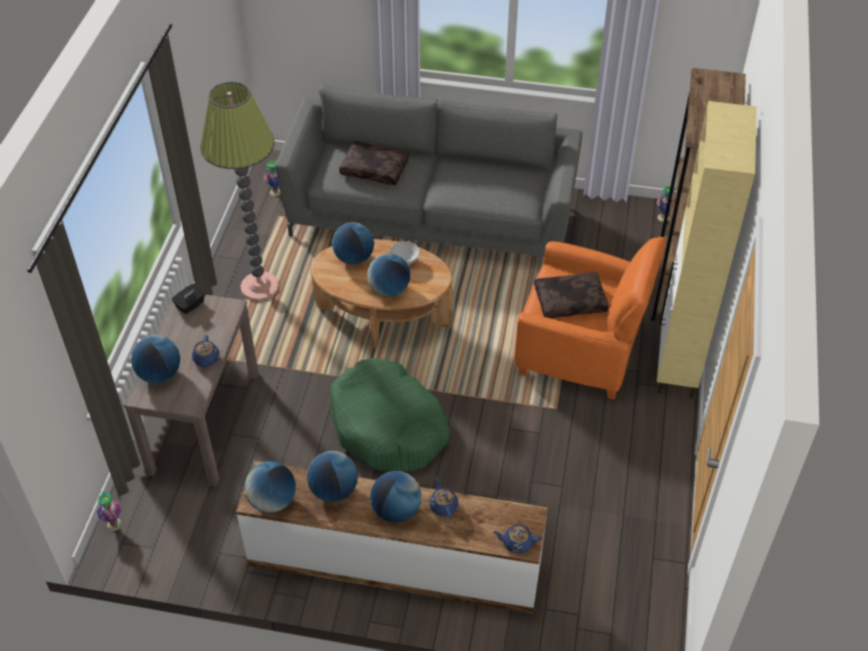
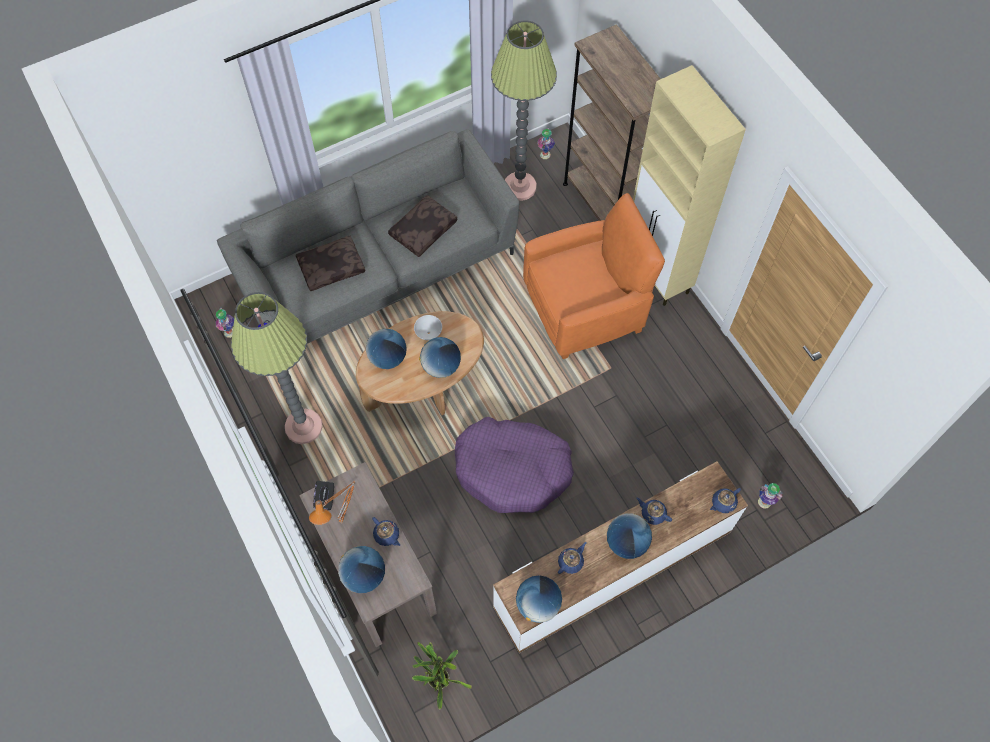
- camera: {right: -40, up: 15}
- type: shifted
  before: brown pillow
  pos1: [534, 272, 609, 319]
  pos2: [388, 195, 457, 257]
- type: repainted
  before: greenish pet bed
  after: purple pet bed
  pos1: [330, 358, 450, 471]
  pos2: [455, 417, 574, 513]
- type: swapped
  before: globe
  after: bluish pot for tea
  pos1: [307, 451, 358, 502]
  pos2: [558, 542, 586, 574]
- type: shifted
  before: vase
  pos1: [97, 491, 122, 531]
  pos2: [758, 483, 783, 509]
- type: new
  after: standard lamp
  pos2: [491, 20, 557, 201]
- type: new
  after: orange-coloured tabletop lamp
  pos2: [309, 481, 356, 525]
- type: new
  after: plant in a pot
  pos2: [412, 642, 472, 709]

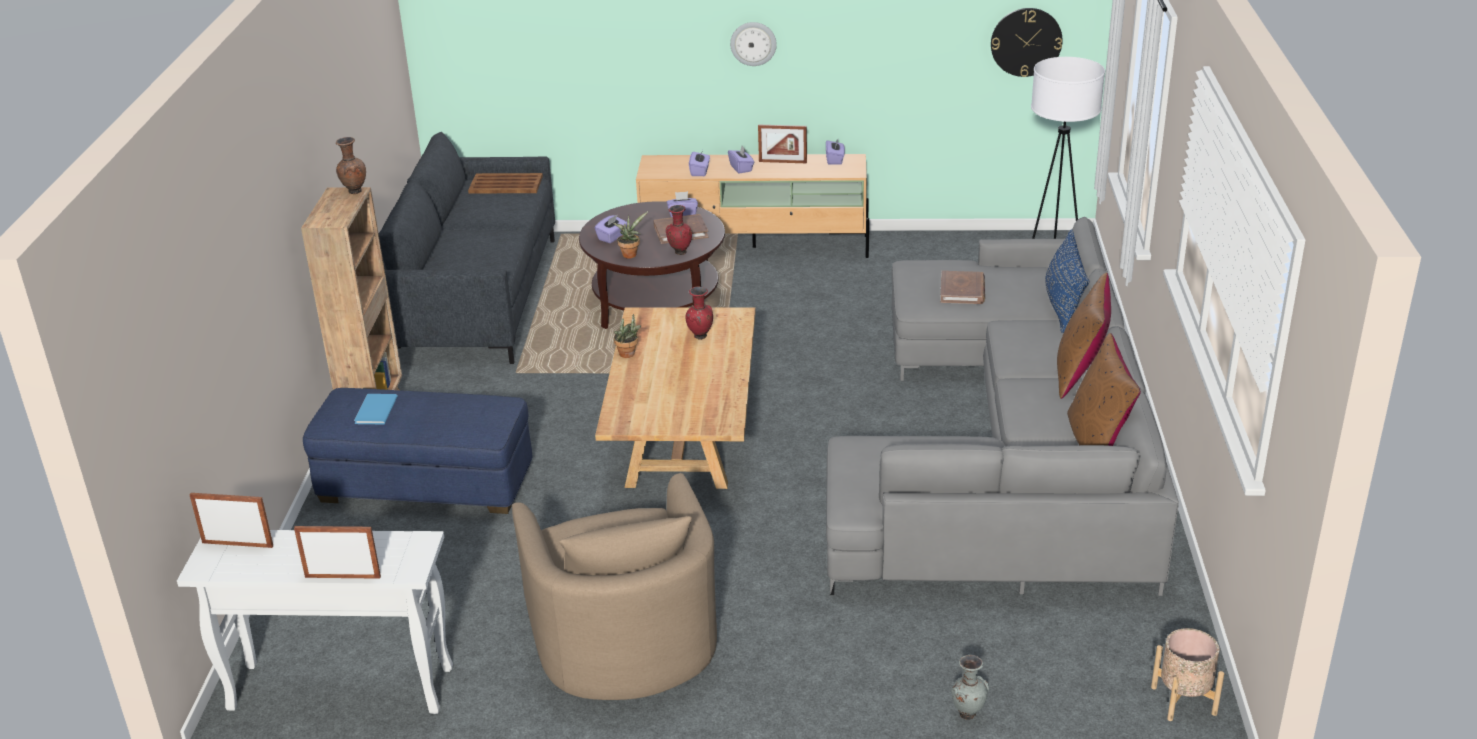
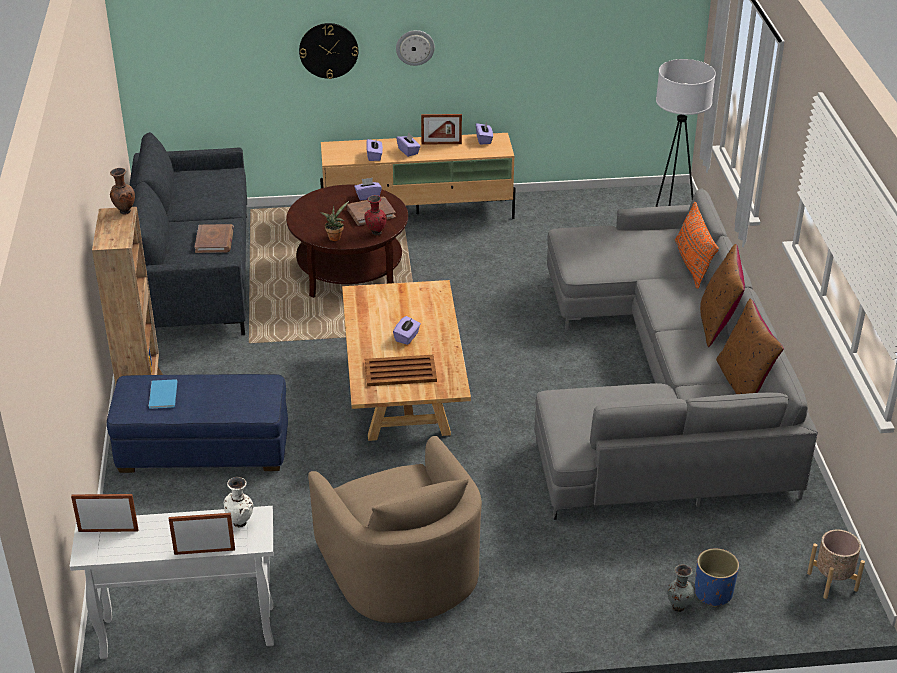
- camera: {right: -10, up: 5}
- type: shifted
  before: wall clock
  pos1: [991, 8, 1063, 77]
  pos2: [299, 23, 358, 79]
- type: shifted
  before: brown carrying tray
  pos1: [468, 173, 543, 194]
  pos2: [365, 355, 437, 386]
- type: shifted
  before: purple tissue box
  pos1: [595, 214, 627, 243]
  pos2: [393, 316, 421, 345]
- type: repainted
  before: bluish pillow
  after: orange-coloured pillow
  pos1: [1045, 229, 1089, 333]
  pos2: [675, 202, 719, 289]
- type: shifted
  before: brown bound book
  pos1: [940, 271, 985, 304]
  pos2: [195, 224, 234, 253]
- type: gone
  before: red vase
  pos1: [685, 286, 713, 340]
- type: gone
  before: plant in a pot
  pos1: [614, 314, 641, 358]
- type: new
  after: white vase
  pos2: [224, 477, 254, 528]
- type: new
  after: bluish plant pot
  pos2: [695, 548, 739, 607]

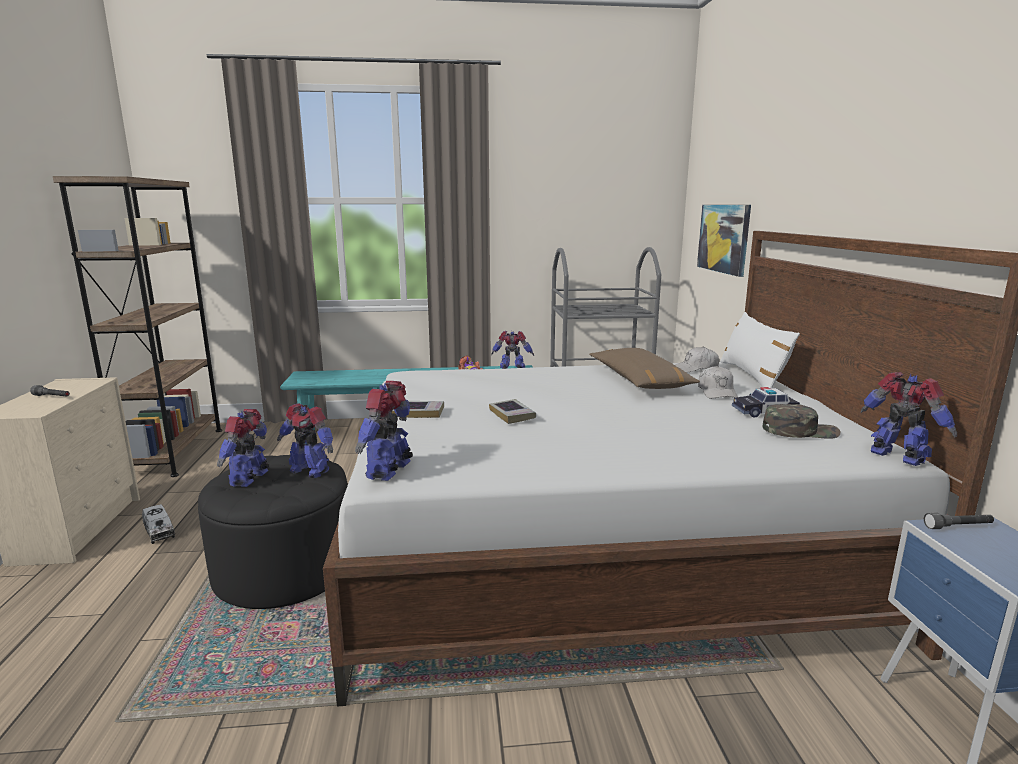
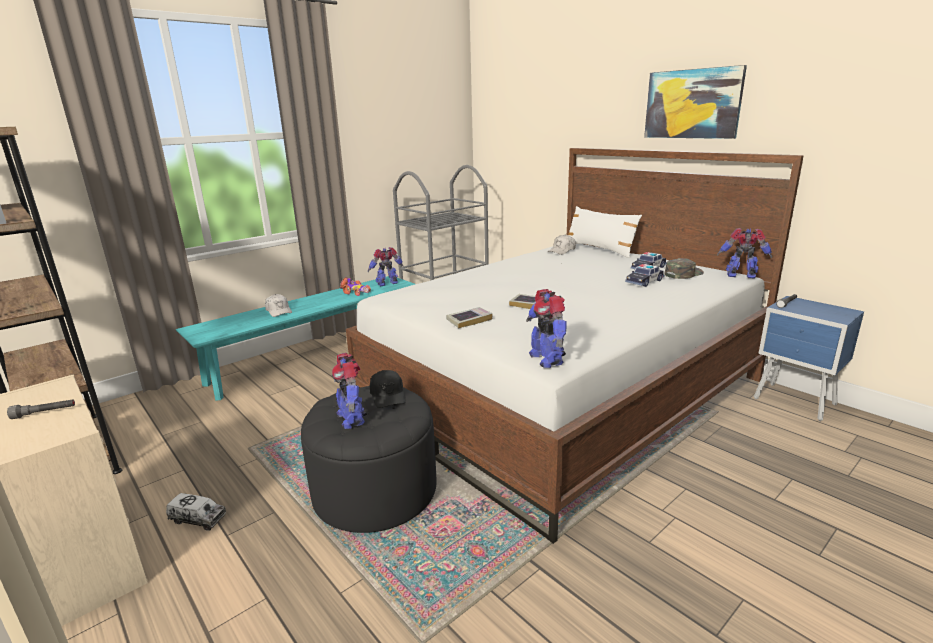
- camera: {right: -35, up: 5}
- type: shifted
  before: wall picture
  pos1: [697, 205, 751, 277]
  pos2: [644, 65, 747, 139]
- type: gone
  before: brown pillow
  pos1: [589, 348, 700, 389]
- type: shifted
  before: white baseball cap
  pos1: [698, 366, 738, 399]
  pos2: [265, 294, 292, 317]
- type: swapped
  before: model robot
  after: black-coloured baseball cap
  pos1: [277, 403, 333, 478]
  pos2: [370, 370, 406, 408]
- type: new
  after: miniature car
  pos2: [625, 264, 664, 287]

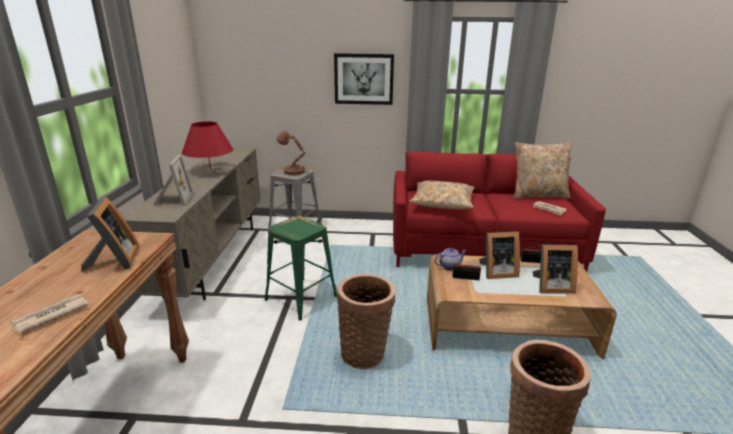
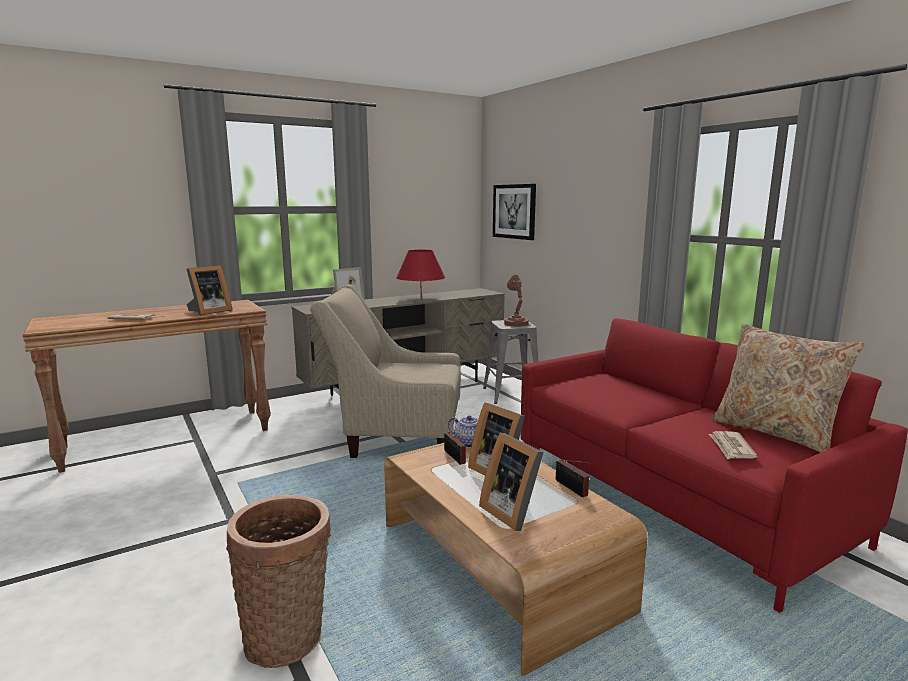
- camera: {right: 55, up: -10}
- type: shifted
  before: wall picture
  pos1: [334, 53, 394, 105]
  pos2: [493, 184, 536, 240]
- type: gone
  before: sand-coloured pillow
  pos1: [409, 181, 475, 209]
- type: swapped
  before: greenish stool seat
  after: sand-coloured lounge chair
  pos1: [265, 216, 337, 320]
  pos2: [310, 284, 461, 458]
- type: gone
  before: basket
  pos1: [337, 274, 396, 369]

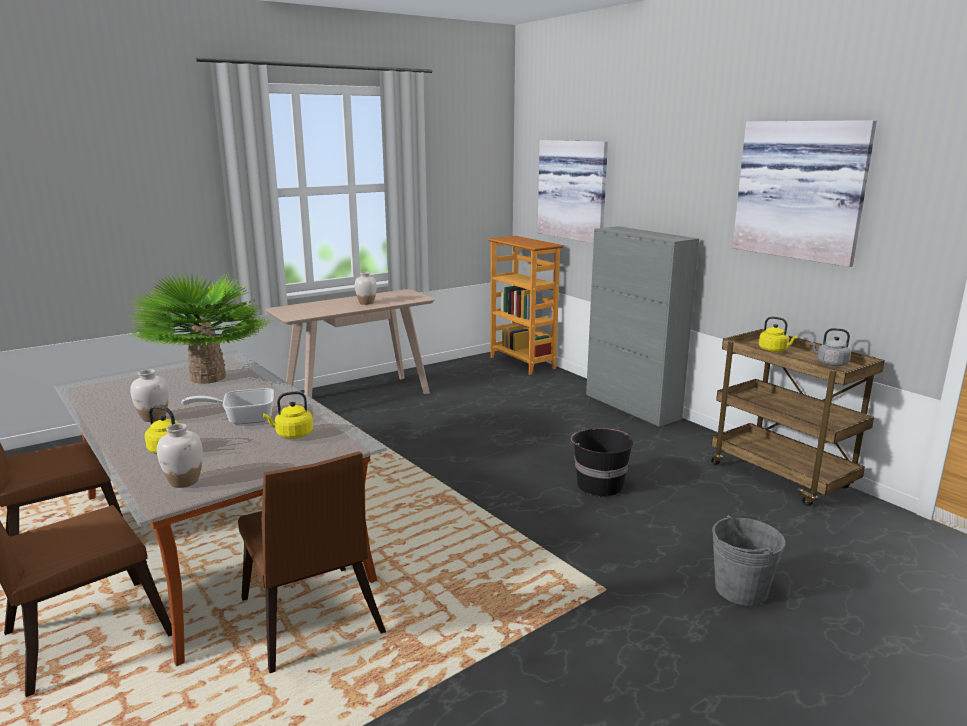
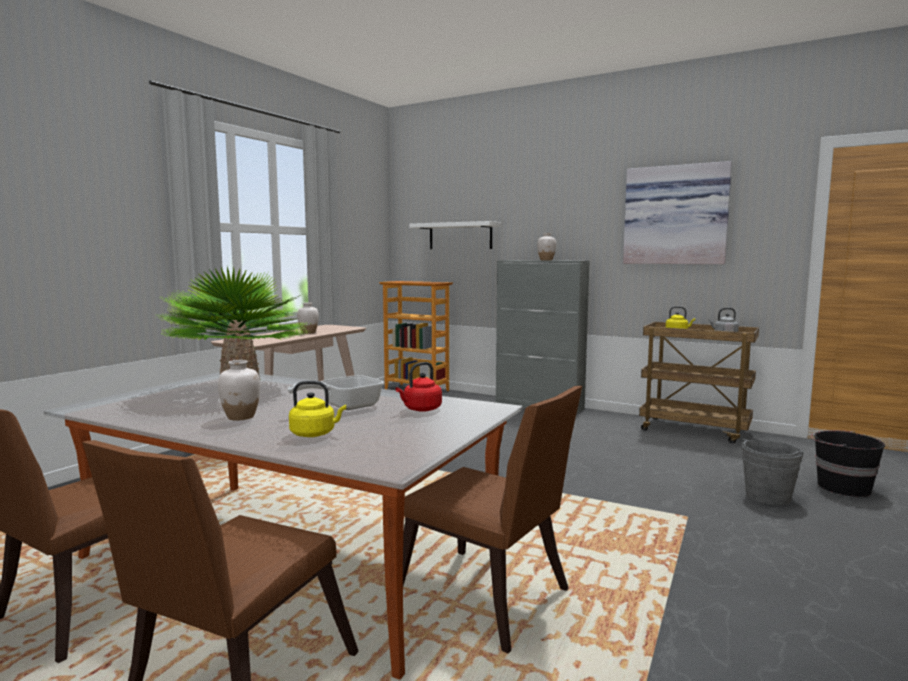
- camera: {right: -25, up: -10}
- type: swapped
  before: wall picture
  after: white wall shelf
  pos1: [537, 140, 608, 244]
  pos2: [409, 221, 501, 249]
- type: repainted
  before: yellow-coloured water kettle
  after: red water kettle
  pos1: [263, 391, 313, 439]
  pos2: [396, 362, 442, 412]
- type: shifted
  before: white vase
  pos1: [157, 423, 203, 488]
  pos2: [537, 233, 556, 260]
- type: shifted
  before: black-coloured water bucket
  pos1: [571, 428, 633, 497]
  pos2: [811, 430, 885, 497]

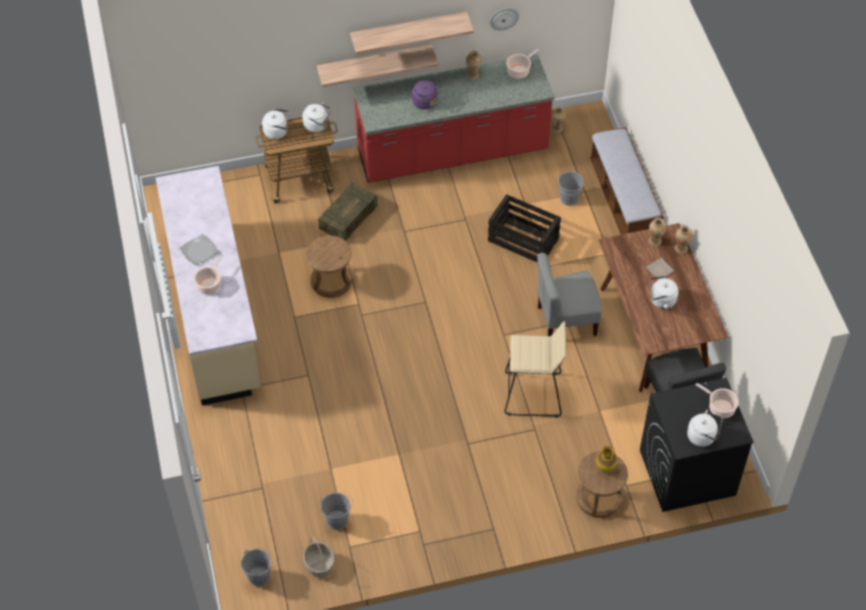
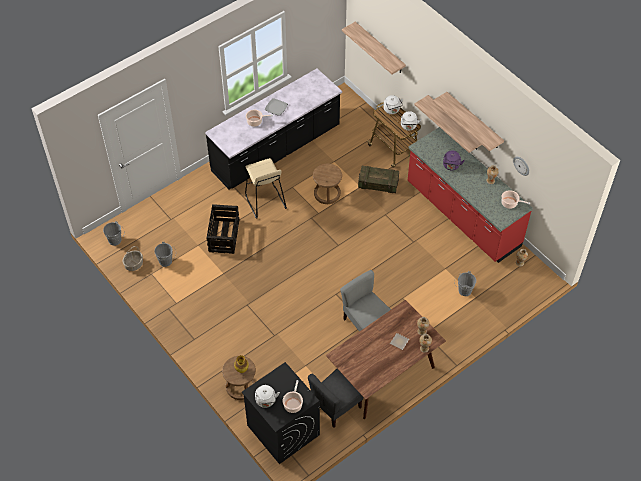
- camera: {right: 65, up: 0}
- type: gone
  before: indoor bench
  pos1: [590, 127, 664, 235]
- type: repainted
  before: sand-coloured kitchen counter
  after: black-coloured kitchen counter
  pos1: [156, 166, 261, 406]
  pos2: [205, 69, 342, 190]
- type: shifted
  before: crate
  pos1: [488, 194, 561, 263]
  pos2: [207, 204, 239, 254]
- type: gone
  before: white water kettle
  pos1: [649, 276, 679, 309]
- type: shifted
  before: sand-coloured stool seat
  pos1: [505, 321, 566, 418]
  pos2: [245, 158, 287, 219]
- type: new
  after: wall shelf
  pos2: [342, 22, 406, 74]

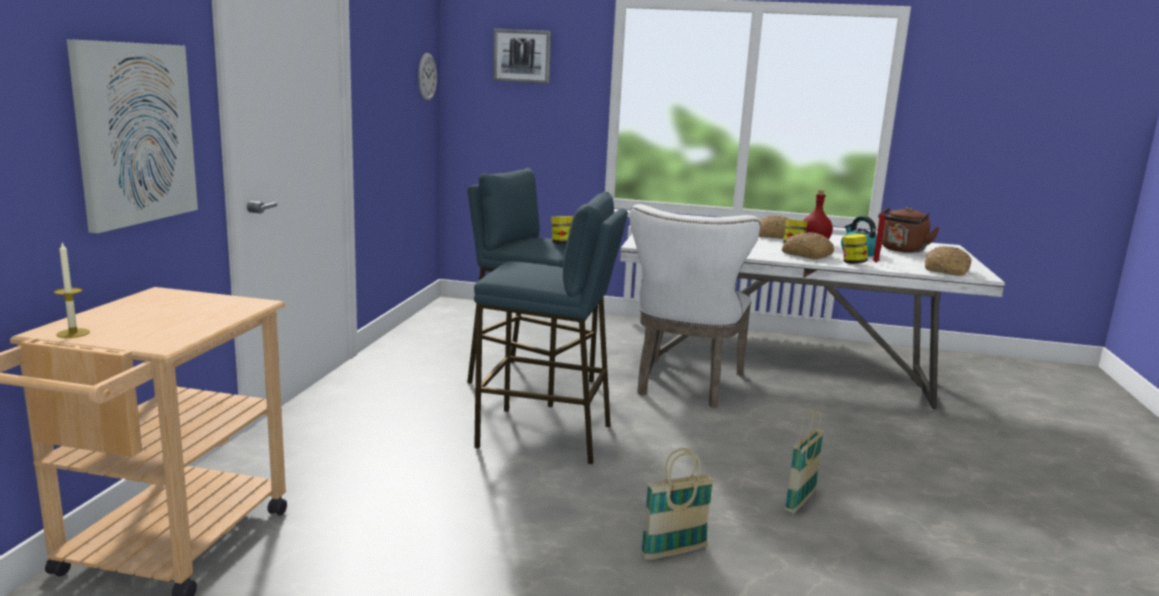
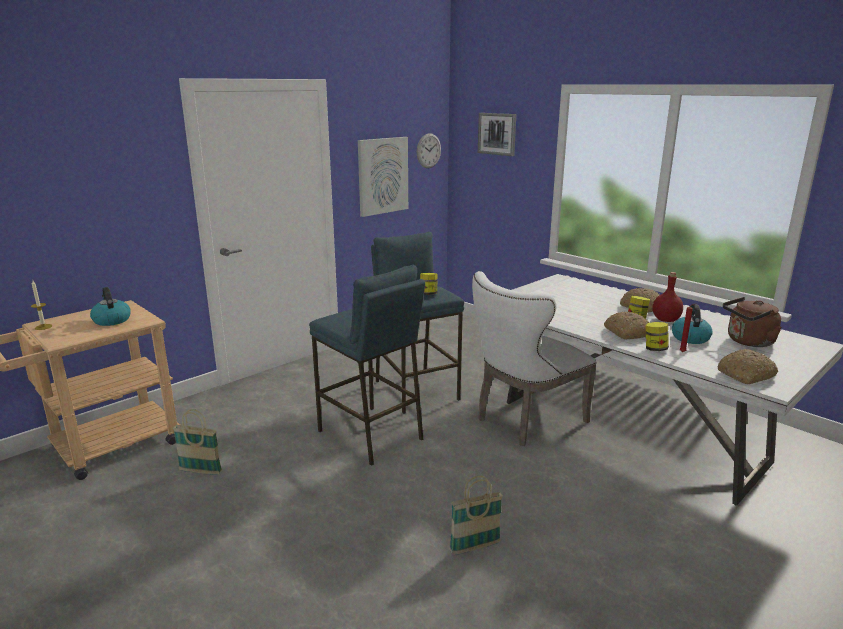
- camera: {right: 35, up: 5}
- type: shifted
  before: wall picture
  pos1: [67, 39, 198, 233]
  pos2: [358, 137, 408, 217]
- type: shifted
  before: basket
  pos1: [640, 448, 714, 560]
  pos2: [173, 409, 222, 475]
- type: new
  after: water kettle
  pos2: [90, 287, 131, 326]

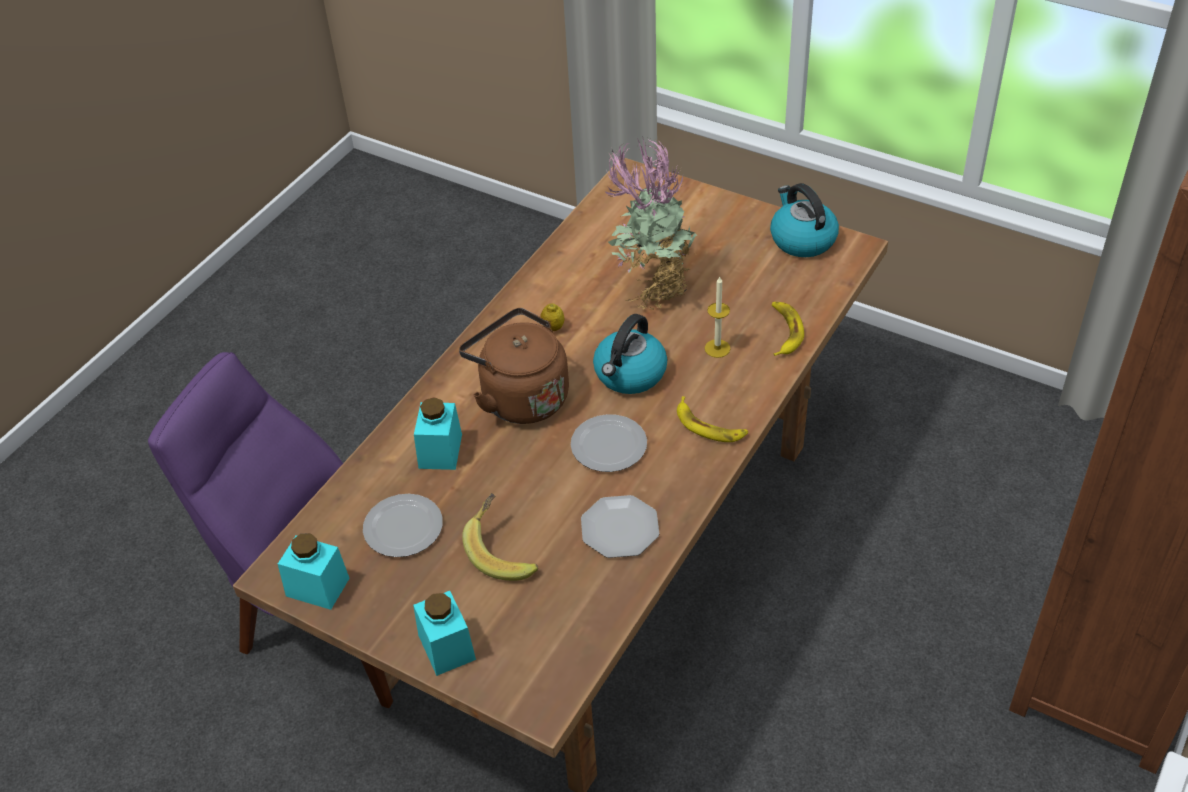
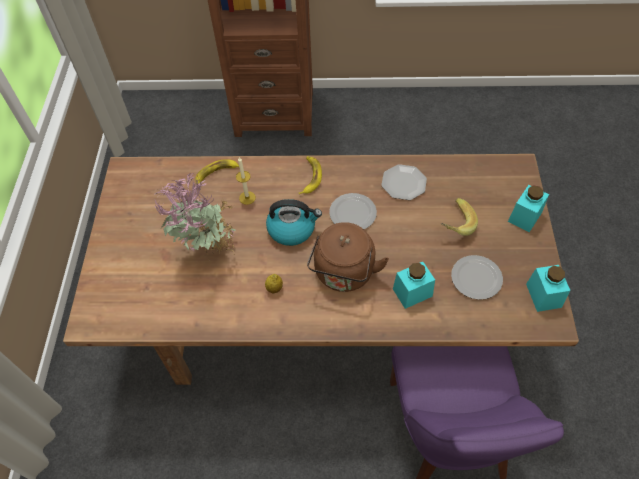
- camera: {right: -120, up: 10}
- type: gone
  before: water kettle
  pos1: [770, 183, 839, 257]

